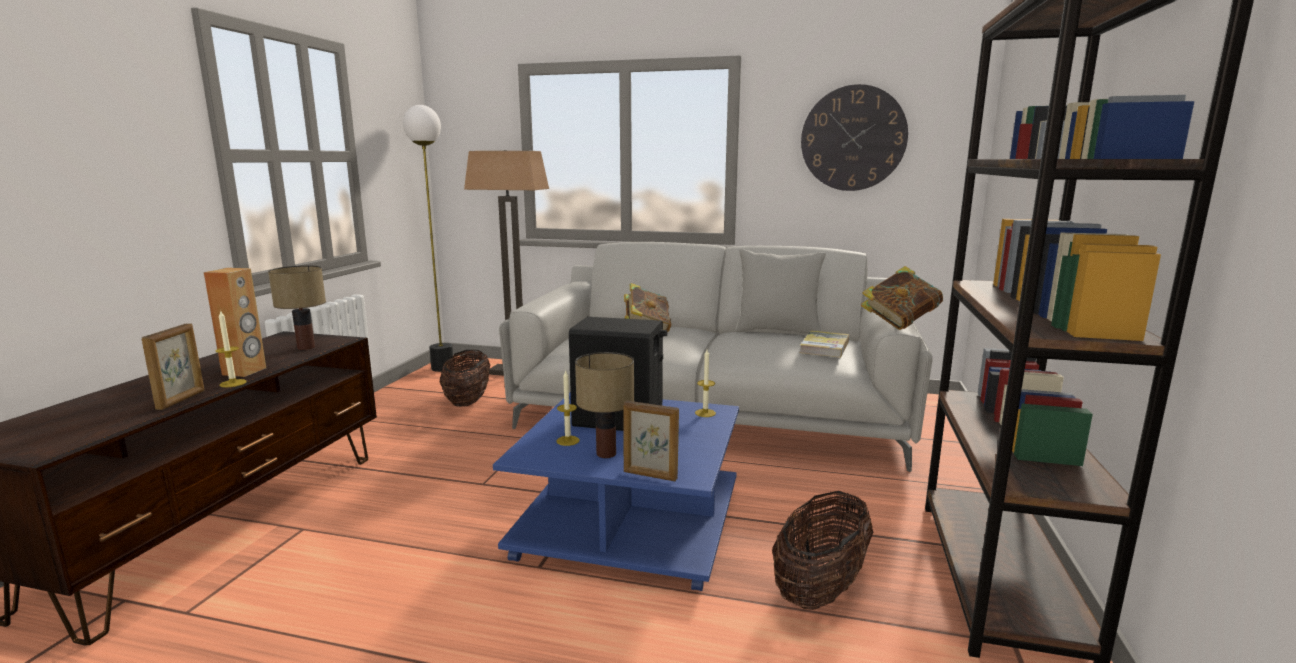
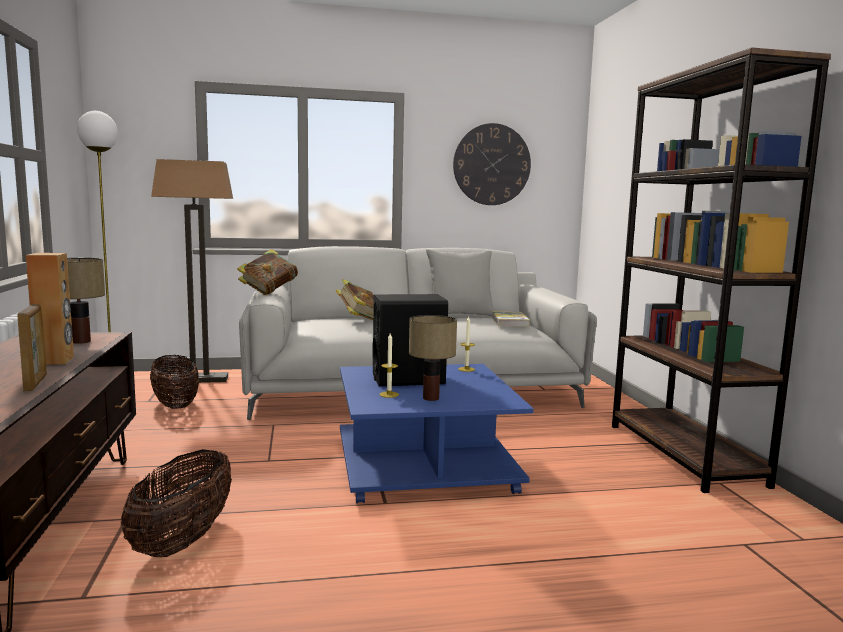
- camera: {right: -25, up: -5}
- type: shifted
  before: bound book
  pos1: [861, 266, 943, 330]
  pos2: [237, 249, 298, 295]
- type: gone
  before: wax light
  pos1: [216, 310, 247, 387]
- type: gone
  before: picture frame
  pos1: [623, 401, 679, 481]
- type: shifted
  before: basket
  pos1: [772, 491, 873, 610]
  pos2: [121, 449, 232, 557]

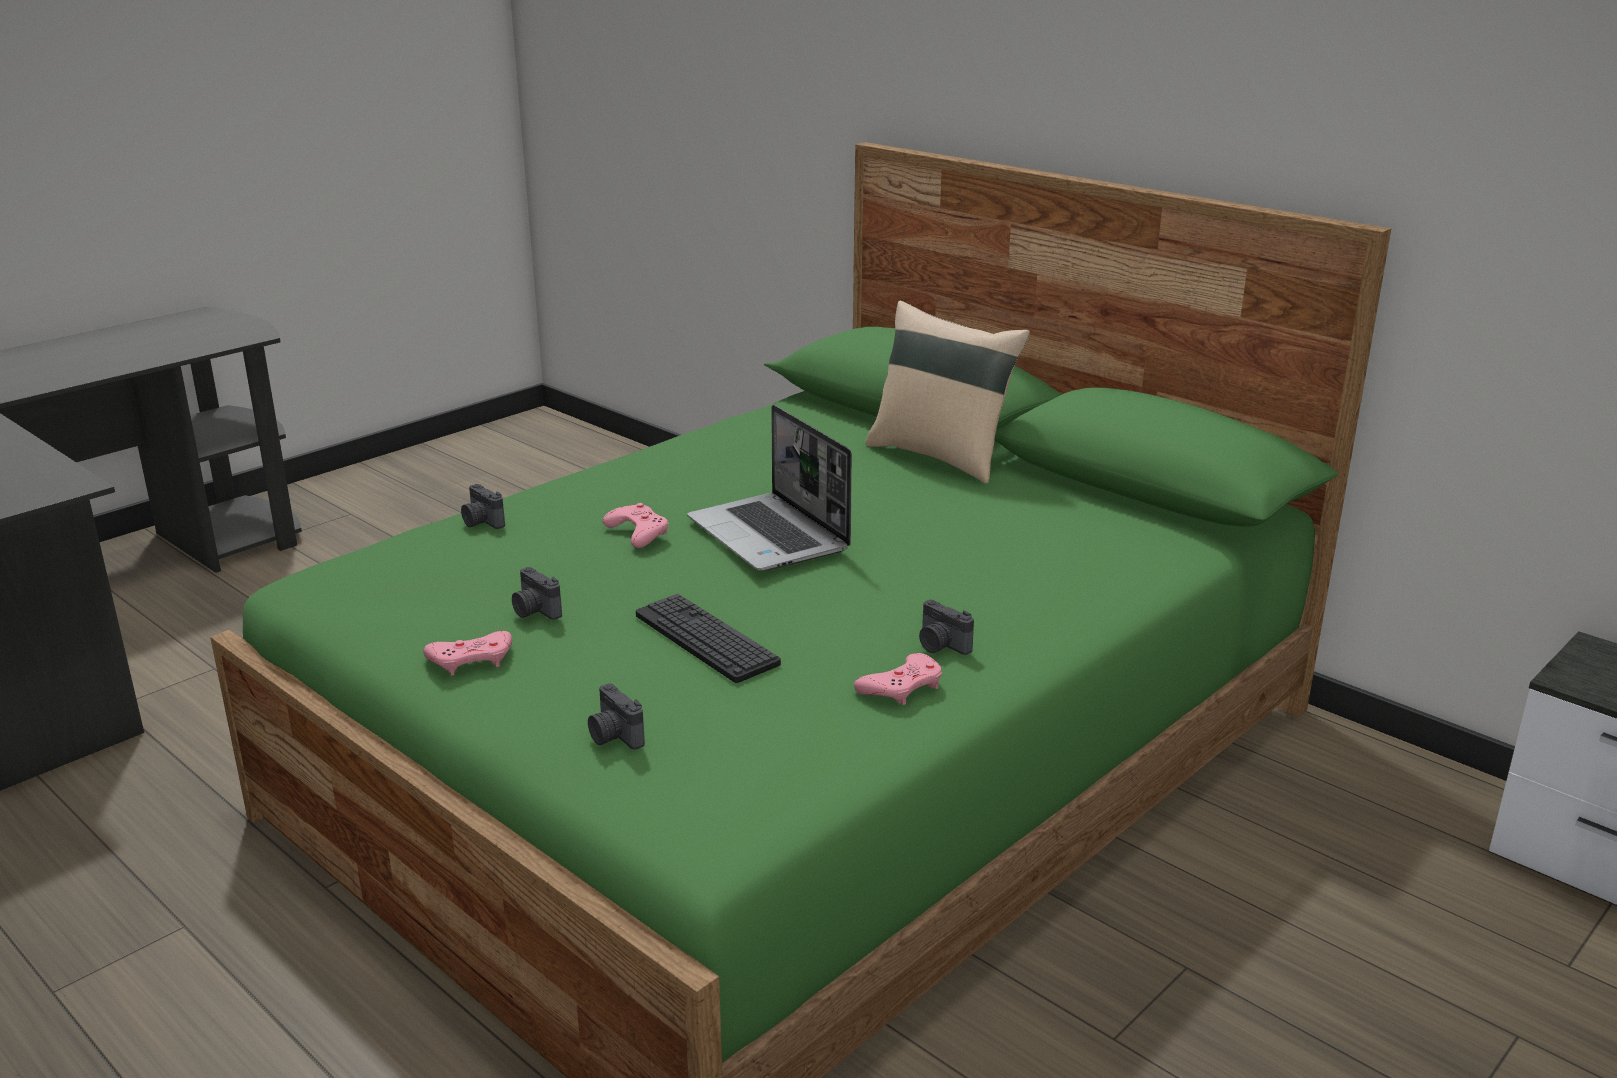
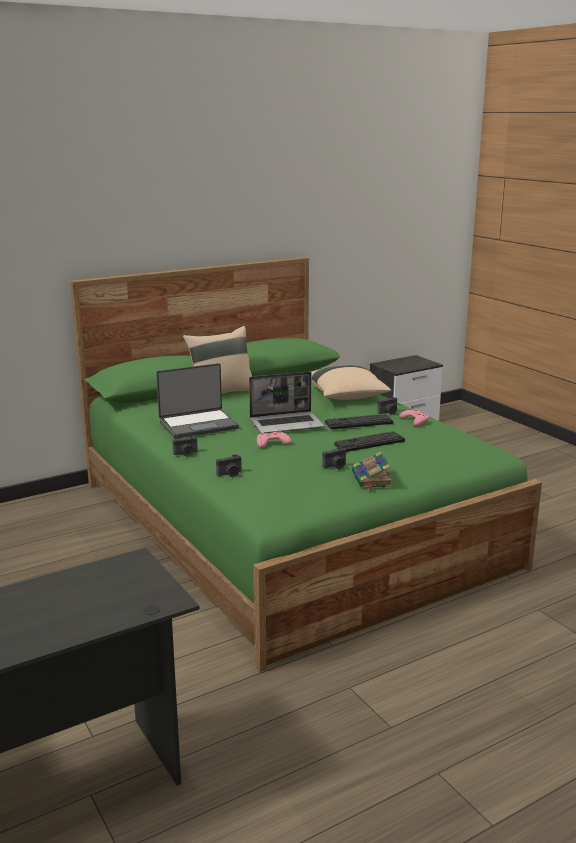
- camera: {right: -75, up: -5}
- type: swapped
  before: pinkish gamepad
  after: bound book
  pos1: [423, 631, 512, 675]
  pos2: [352, 451, 393, 489]
- type: shifted
  before: photo camera
  pos1: [588, 683, 645, 750]
  pos2: [172, 436, 198, 457]
- type: new
  after: laptop
  pos2: [156, 363, 239, 439]
- type: new
  after: sand-coloured pillow
  pos2: [311, 365, 391, 400]
- type: new
  after: PC keyboard
  pos2: [325, 414, 393, 429]

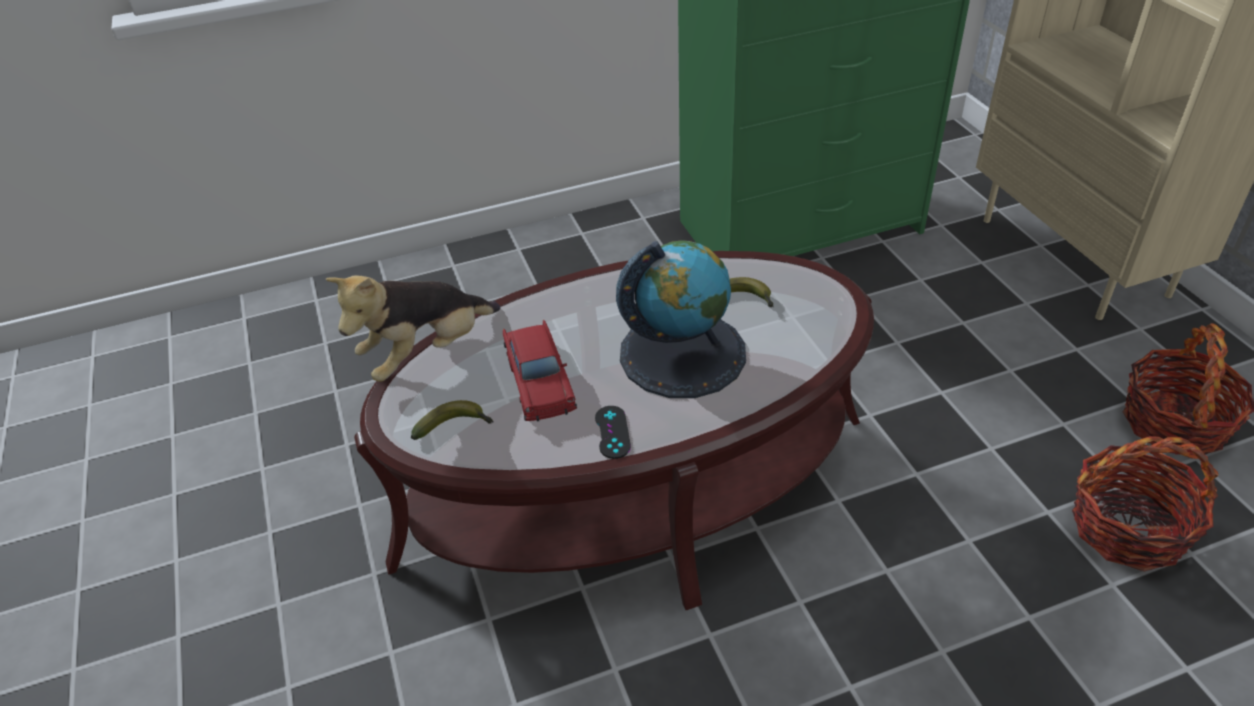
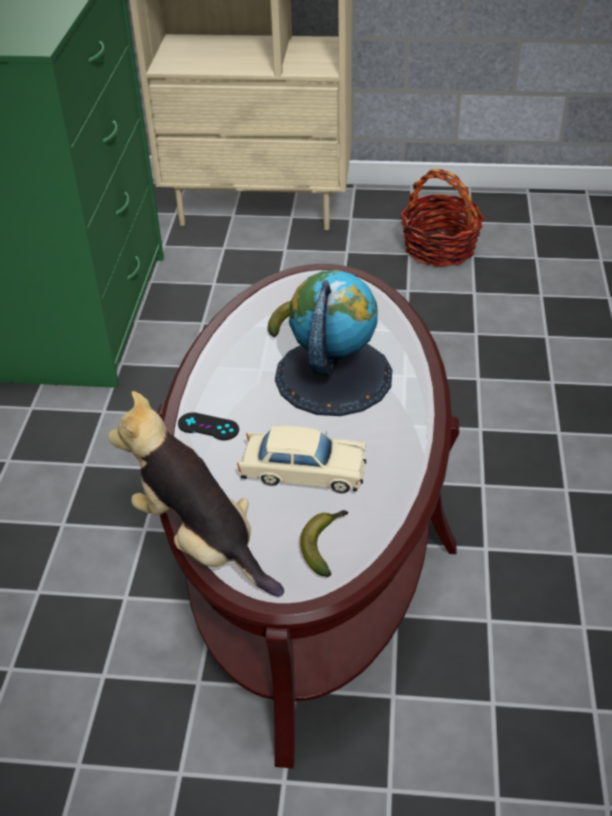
- camera: {right: -65, up: 0}
- type: rotated
  before: cuddly toy
  pos1: [325, 275, 501, 382]
  pos2: [108, 391, 284, 596]
  turn: 150
- type: repainted
  before: red miniature car
  after: sand-coloured miniature car
  pos1: [503, 320, 577, 422]
  pos2: [237, 426, 366, 493]
- type: shifted
  before: black-coloured gamepad
  pos1: [595, 406, 631, 459]
  pos2: [178, 412, 239, 440]
- type: gone
  before: basket
  pos1: [1072, 436, 1218, 572]

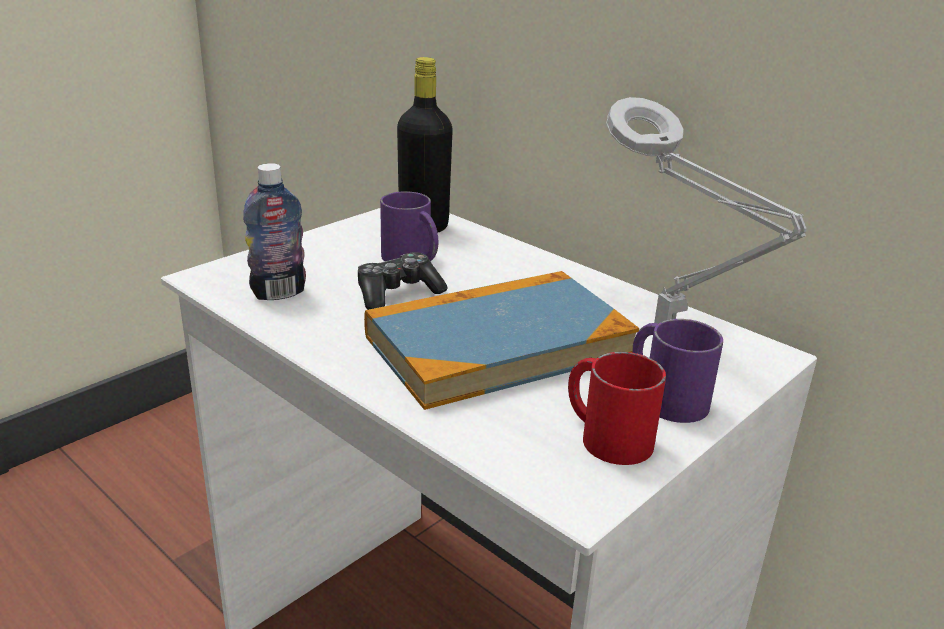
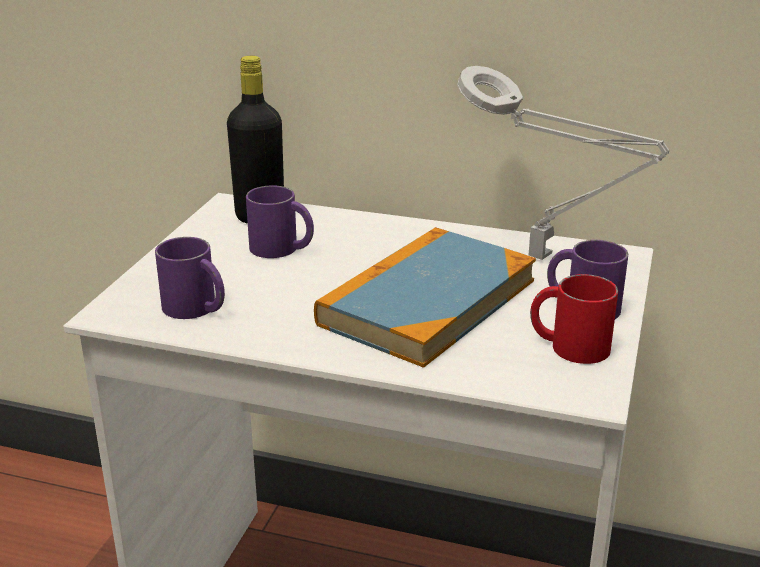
- camera: {right: -25, up: 0}
- type: swapped
  before: drink bottle
  after: purple coffee mug
  pos1: [243, 163, 306, 300]
  pos2: [155, 237, 225, 319]
- type: gone
  before: gamepad
  pos1: [358, 252, 447, 310]

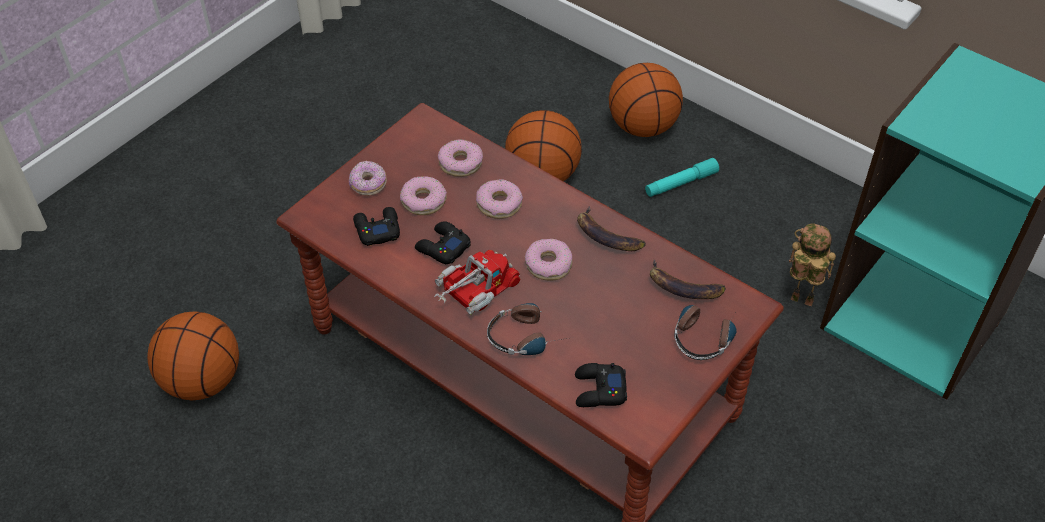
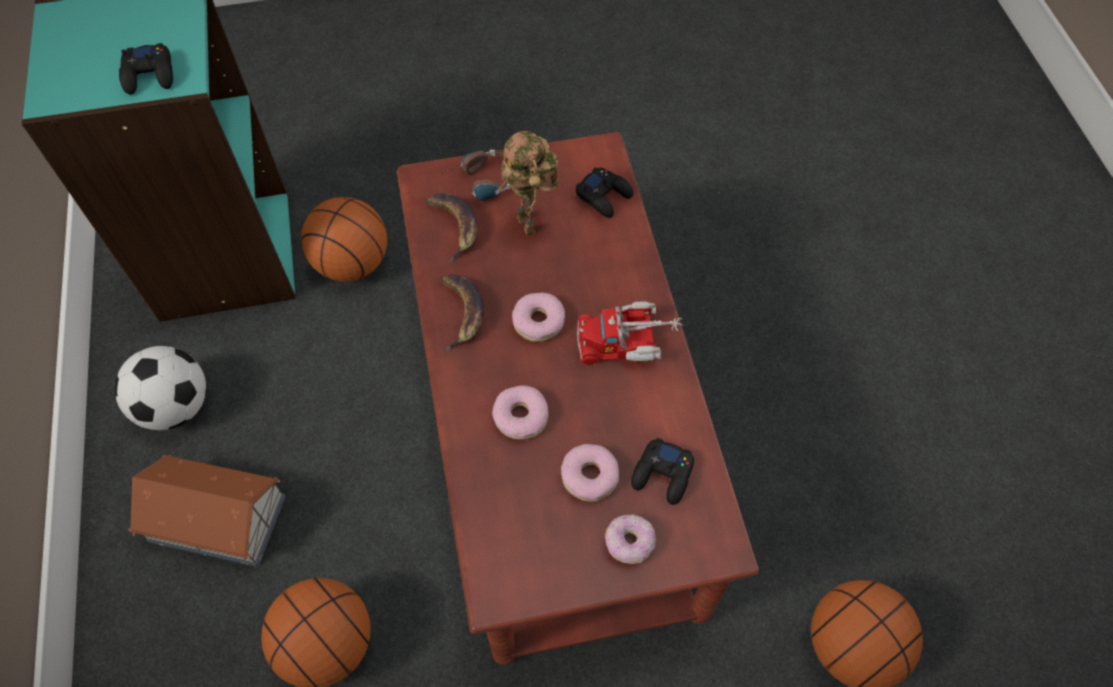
- camera: {right: -140, up: 10}
- type: shifted
  before: ball for basketball
  pos1: [609, 63, 683, 137]
  pos2: [301, 197, 387, 282]
- type: gone
  before: ring doughnut
  pos1: [438, 139, 483, 177]
- type: swapped
  before: turquoise-coloured torch
  after: toy house
  pos1: [645, 158, 719, 197]
  pos2: [128, 455, 286, 567]
- type: shifted
  before: black-coloured gamepad
  pos1: [415, 221, 471, 264]
  pos2: [119, 43, 173, 95]
- type: shifted
  before: model robot
  pos1: [789, 223, 836, 306]
  pos2: [498, 131, 558, 236]
- type: gone
  before: headset
  pos1: [487, 303, 574, 355]
- type: new
  after: ball for football
  pos2: [115, 346, 206, 430]

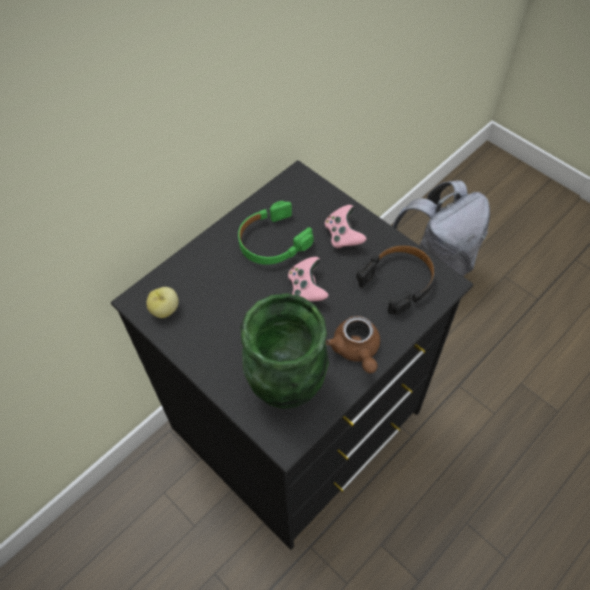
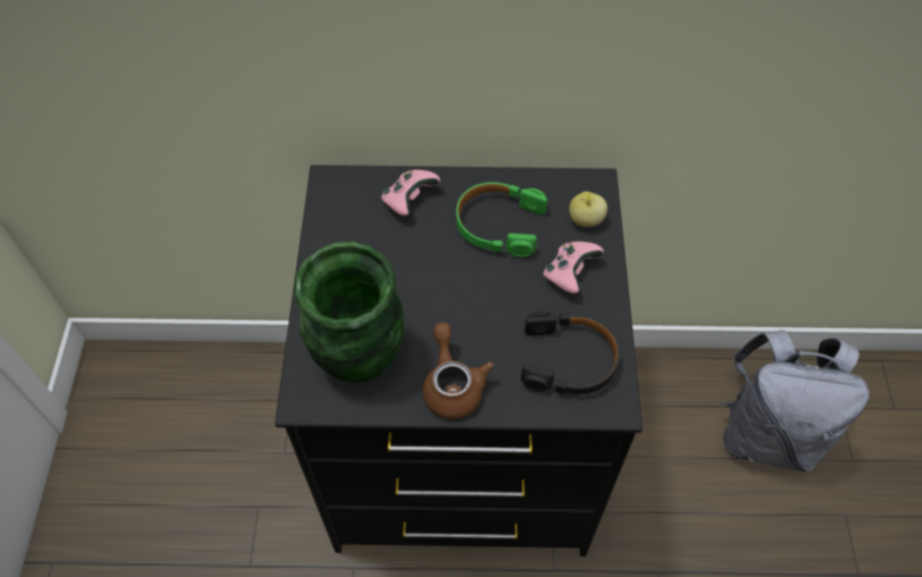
- camera: {right: 45, up: 0}
- type: shifted
  before: pinkish gamepad
  pos1: [288, 257, 328, 301]
  pos2: [381, 170, 440, 216]
- type: shifted
  before: apple fruit
  pos1: [146, 287, 179, 318]
  pos2: [569, 191, 607, 227]
- type: rotated
  before: brown pot for tea
  pos1: [326, 316, 380, 373]
  pos2: [423, 323, 494, 419]
  turn: 135

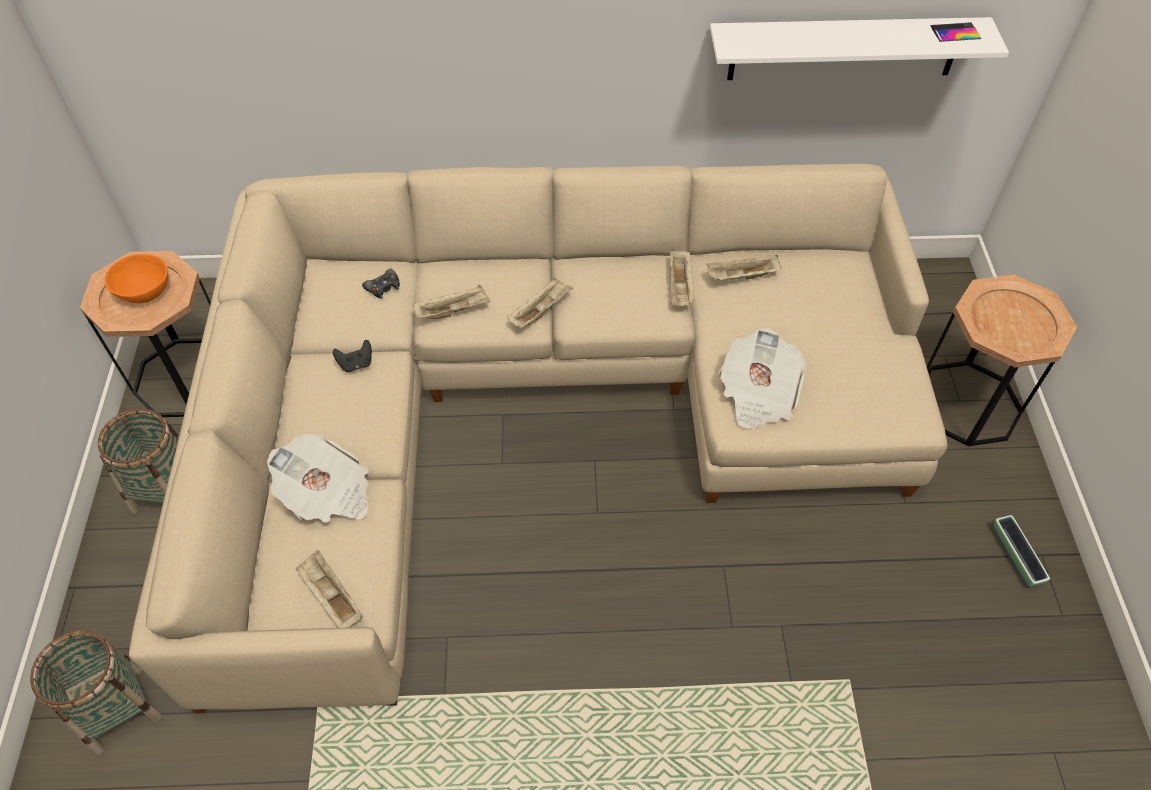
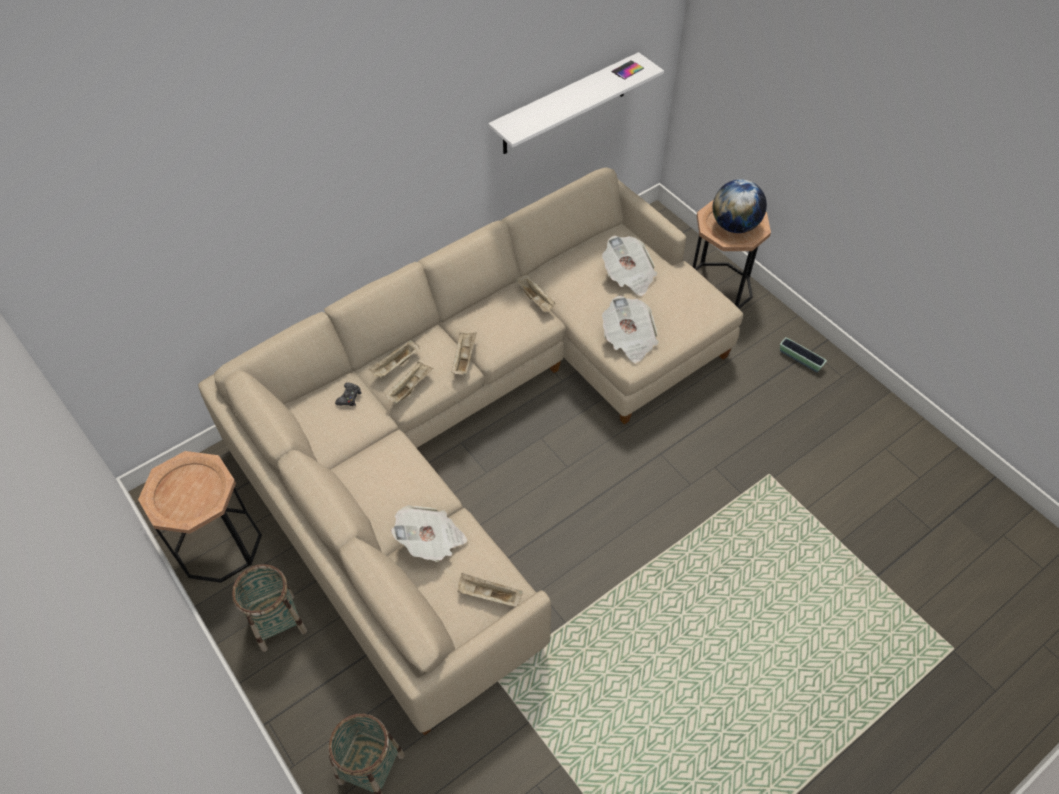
- camera: {right: -35, up: 0}
- type: gone
  before: orange-coloured deep dish
  pos1: [105, 254, 168, 303]
- type: shifted
  before: sand-coloured carrying tray
  pos1: [706, 255, 782, 281]
  pos2: [369, 339, 419, 378]
- type: gone
  before: black-coloured gamepad
  pos1: [333, 340, 372, 372]
- type: new
  after: globe
  pos2: [713, 179, 767, 233]
- type: new
  after: newspaper
  pos2: [602, 235, 657, 296]

